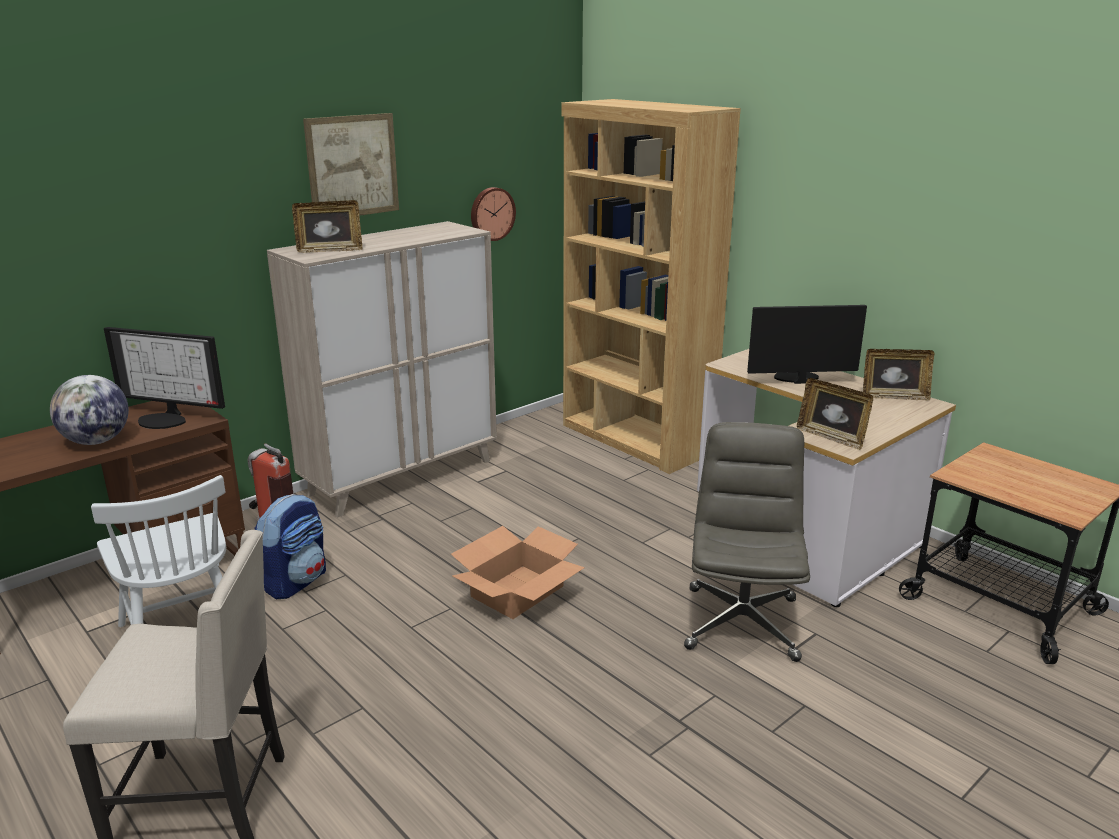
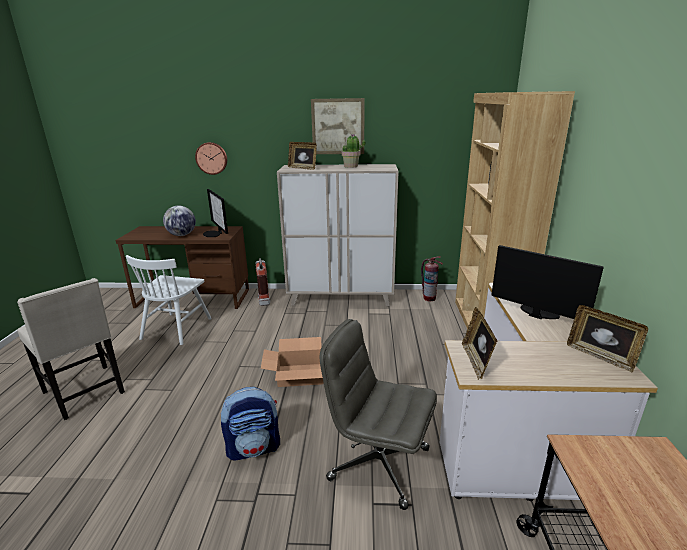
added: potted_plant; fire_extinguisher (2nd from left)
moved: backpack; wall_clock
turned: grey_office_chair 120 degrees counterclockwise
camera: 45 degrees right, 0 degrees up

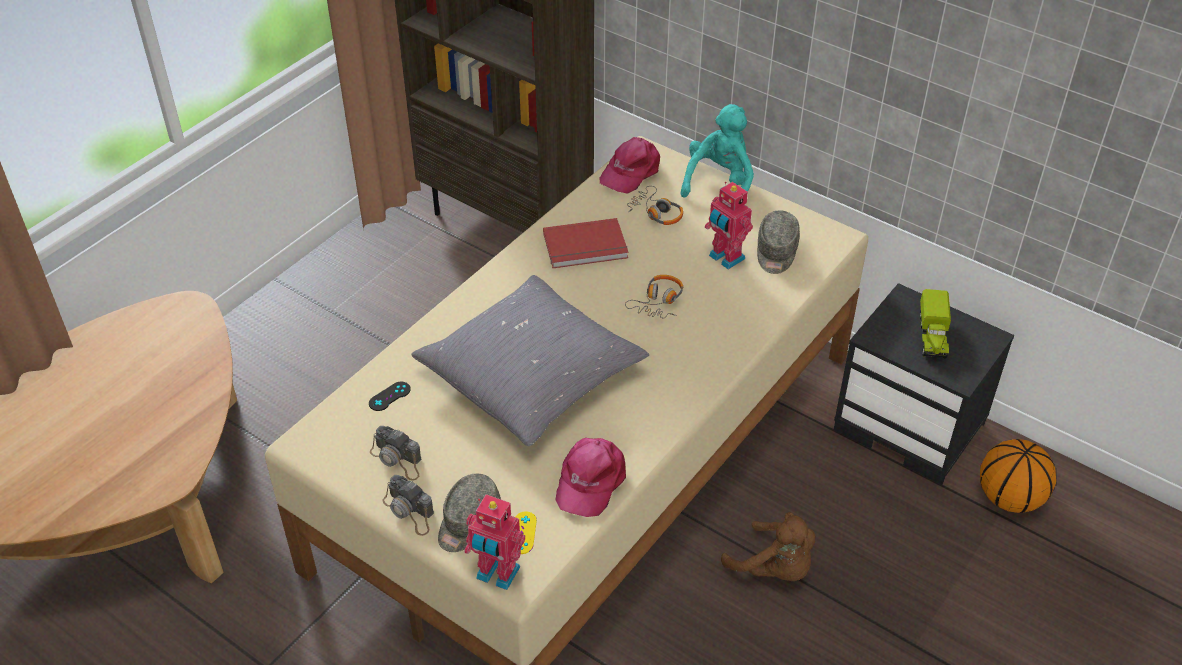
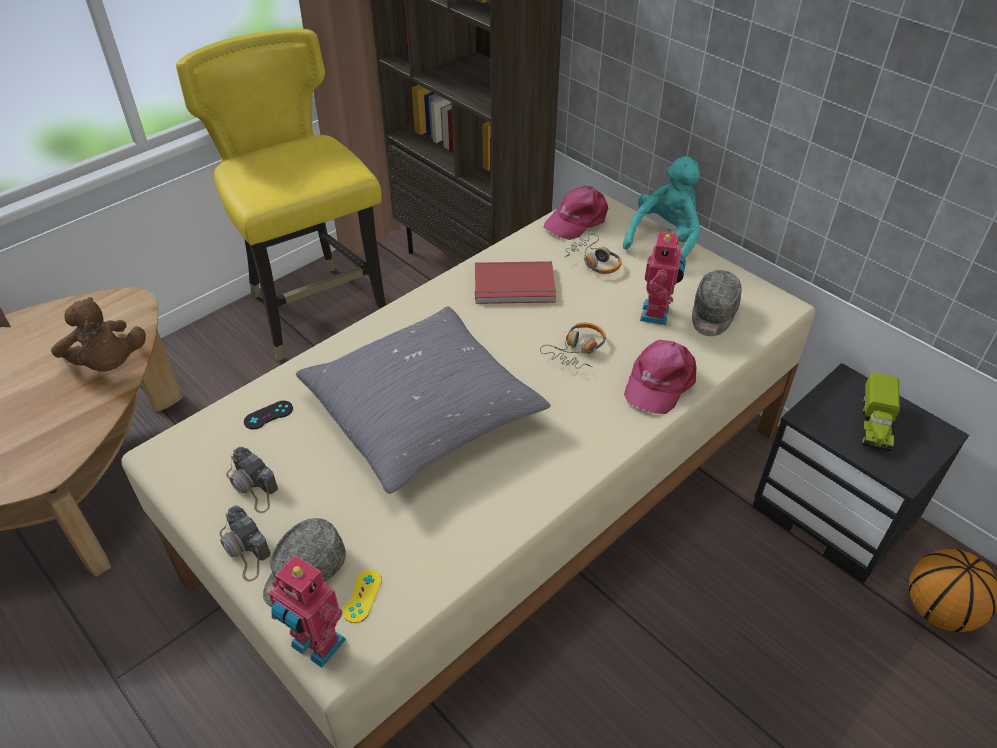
added: yellow_chair
moved: pink_cap (1st from left in the first image) to pink_cap (2nd from left); brown_plush_toy
turned: toy_robot (2nd from left) 135 degrees counterclockwise
camera: 10 degrees right, 0 degrees up

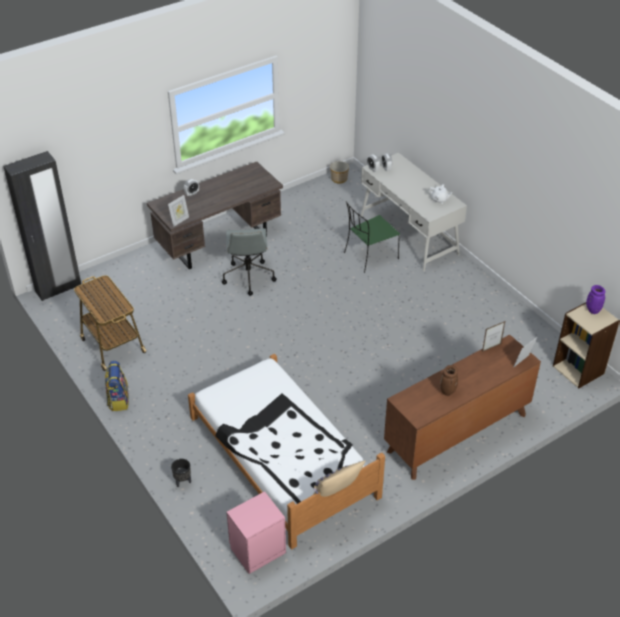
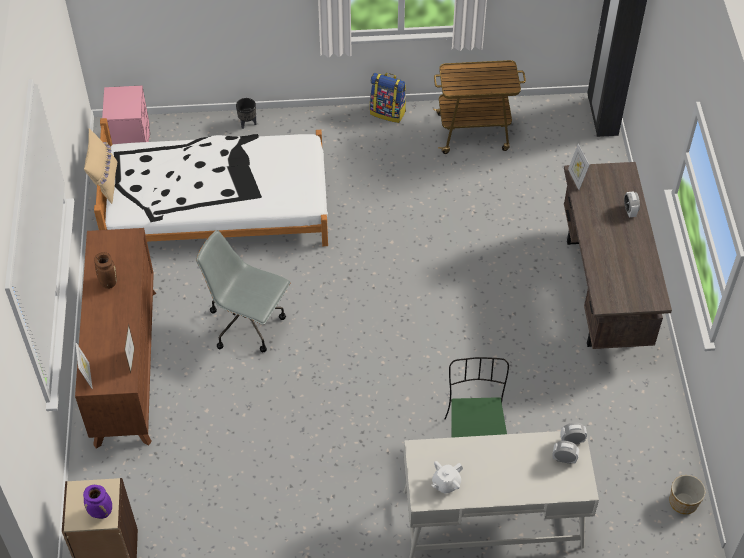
moved: grey_office_chair
camera: 120 degrees right, 10 degrees up

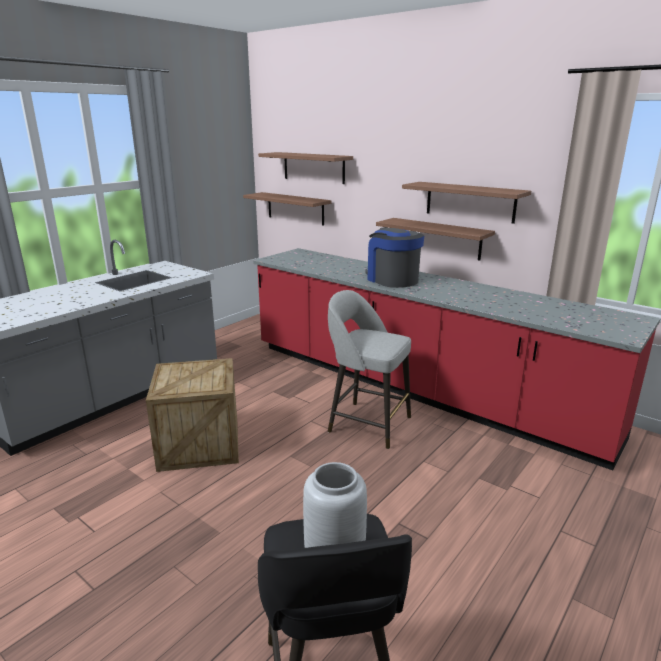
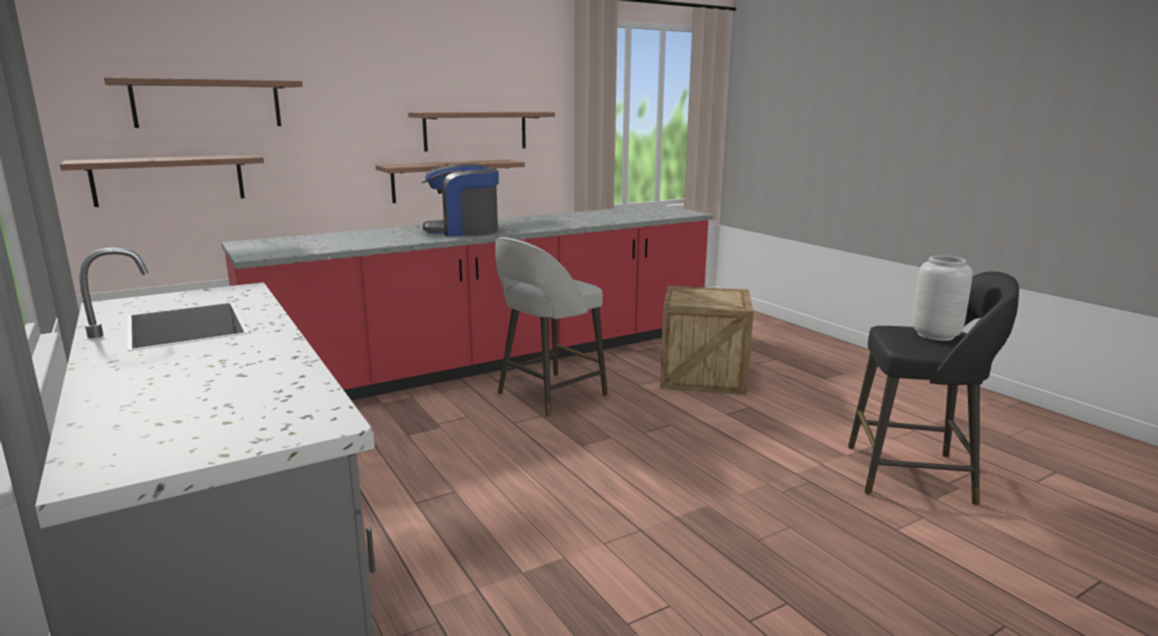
moved: crate
camera: 70 degrees left, 5 degrees down

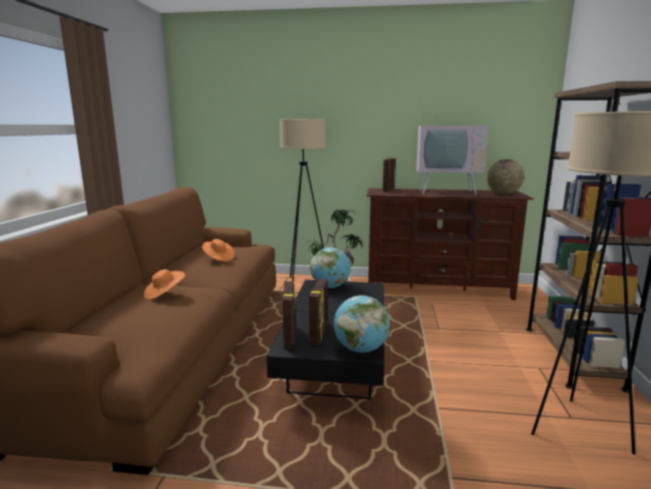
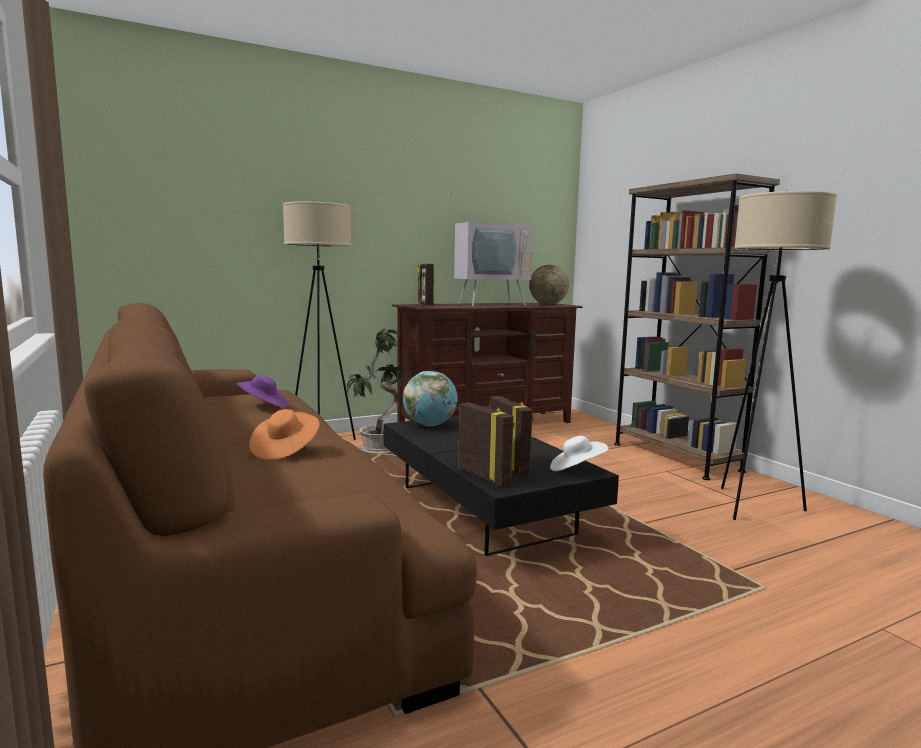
replaced: globe (2nd from left) to white_hat
recoloured: orange_hat (2nd from left) to purple_hat
camera: 35 degrees left, 5 degrees down

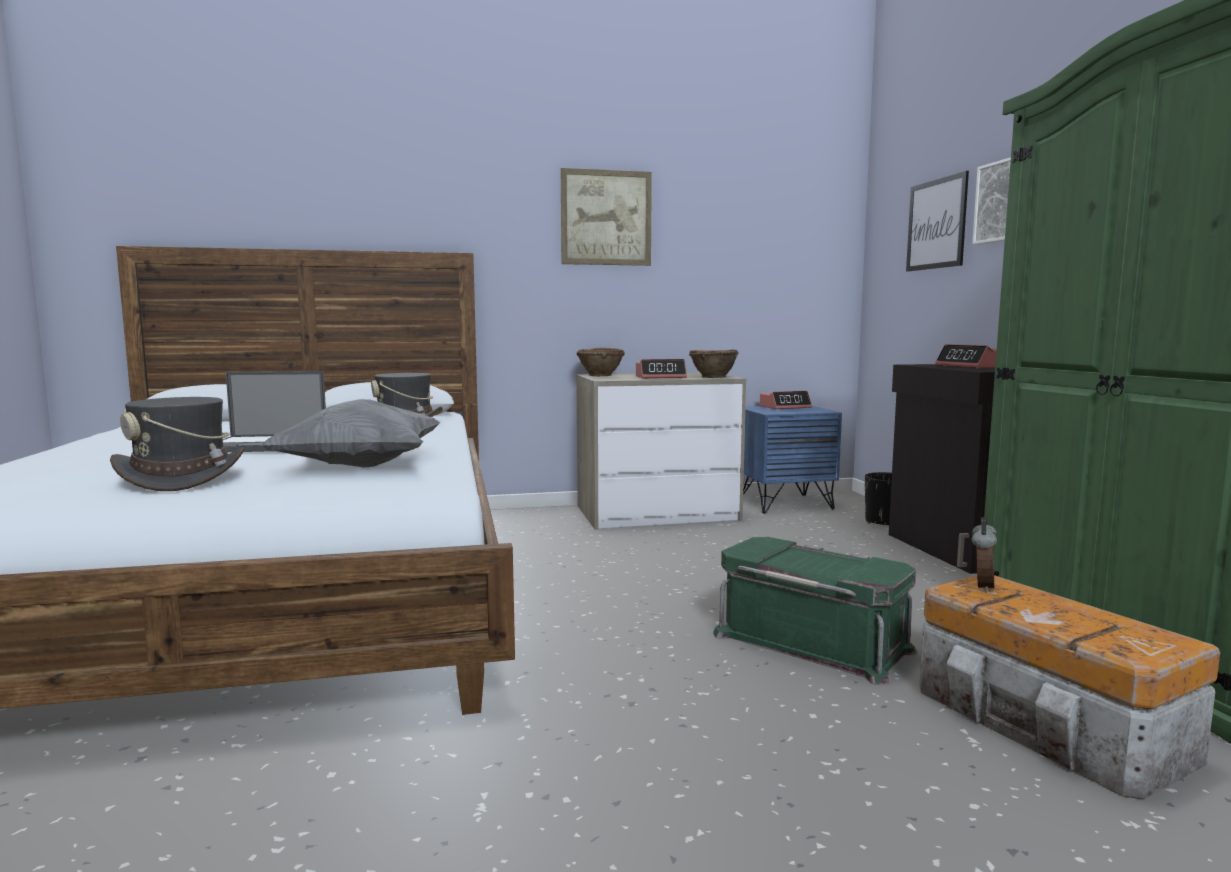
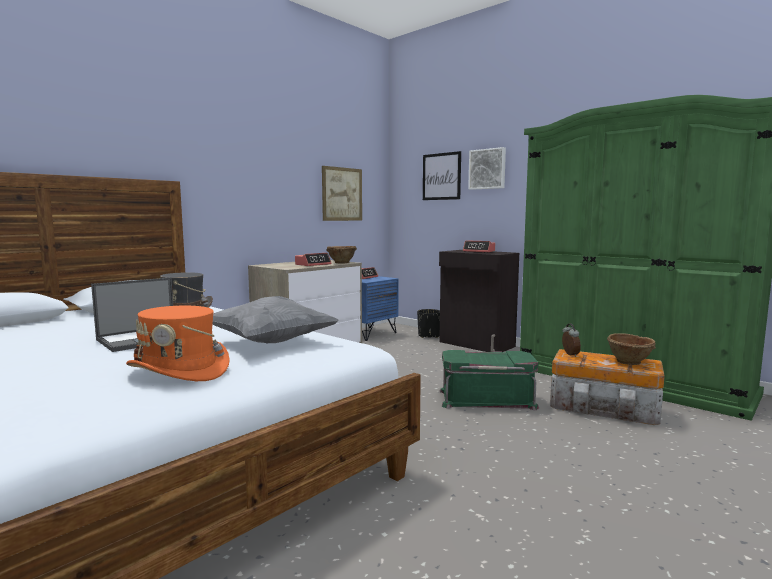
moved: picture (1st from left); brown_bowl (1st from left in the first image) to brown_bowl (2nd from left)
recoloured: grey_hat (1st from left) to orange_hat
camera: 35 degrees left, 0 degrees up

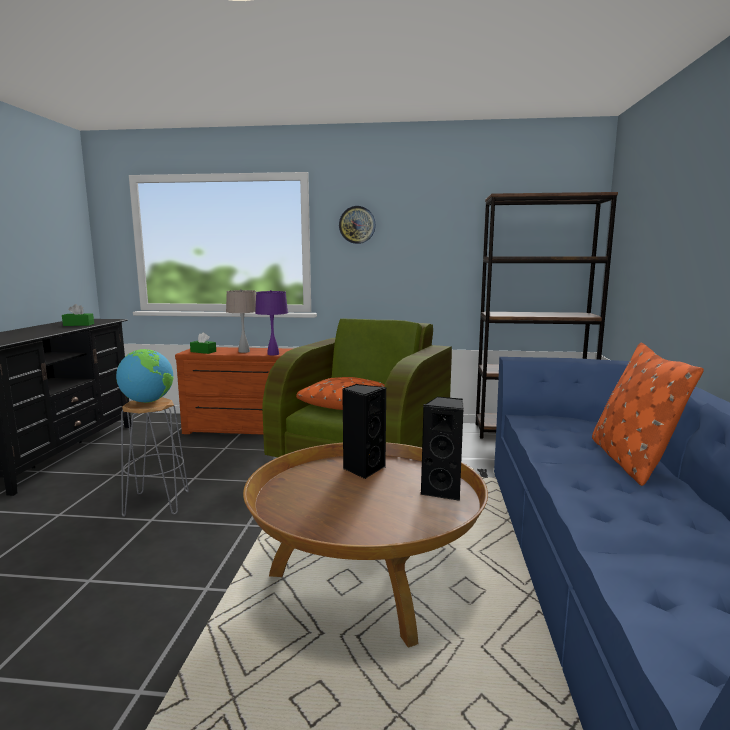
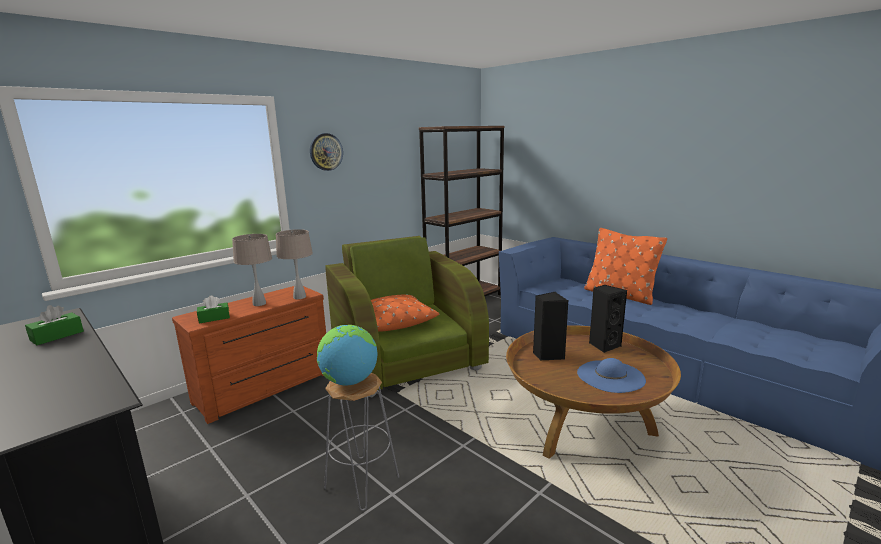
added: blue_hat
recoloured: purple_table_lamp to beige_table_lamp (2nd from left)
camera: 50 degrees left, 5 degrees up

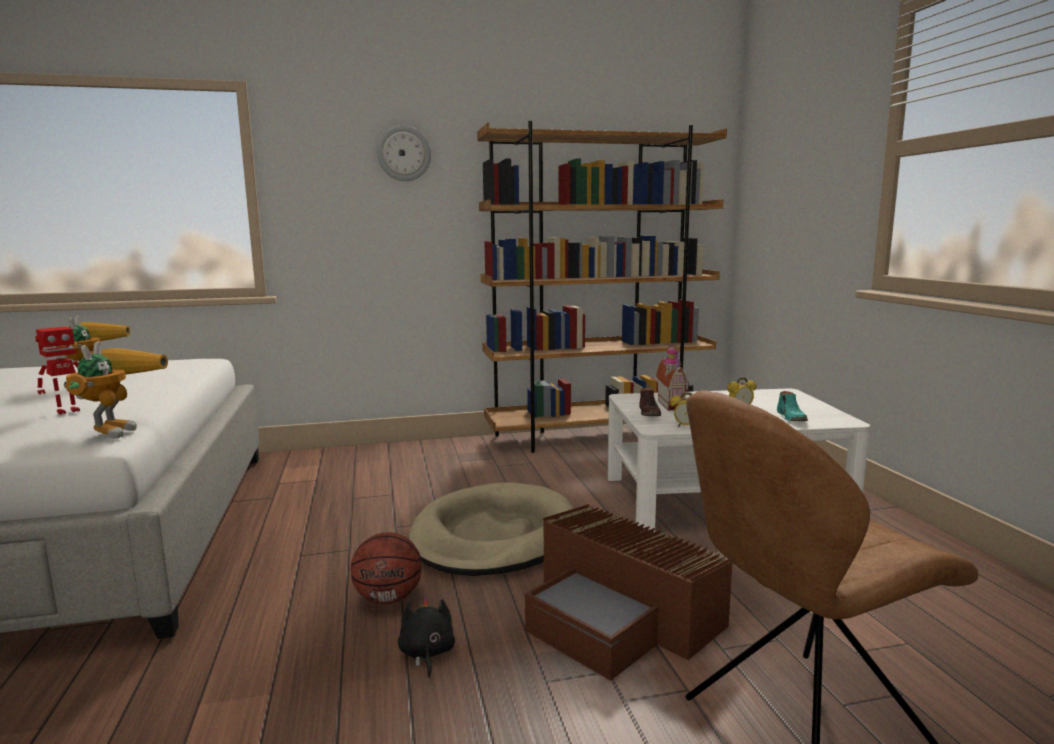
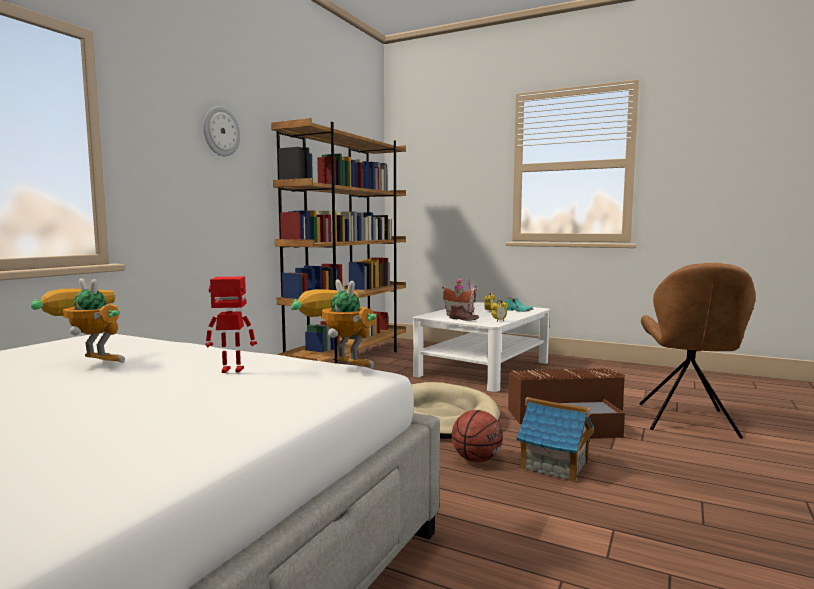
replaced: black_plush_toy to toy_house (2nd from left)
turned: toy_robot (1st from left in the first image) 90 degrees counterclockwise
camera: 50 degrees left, 5 degrees down

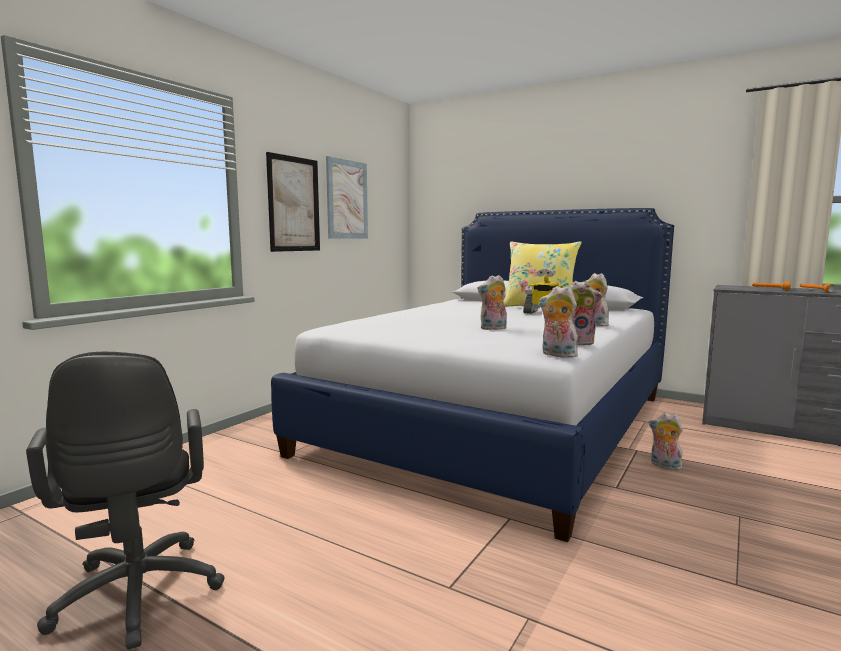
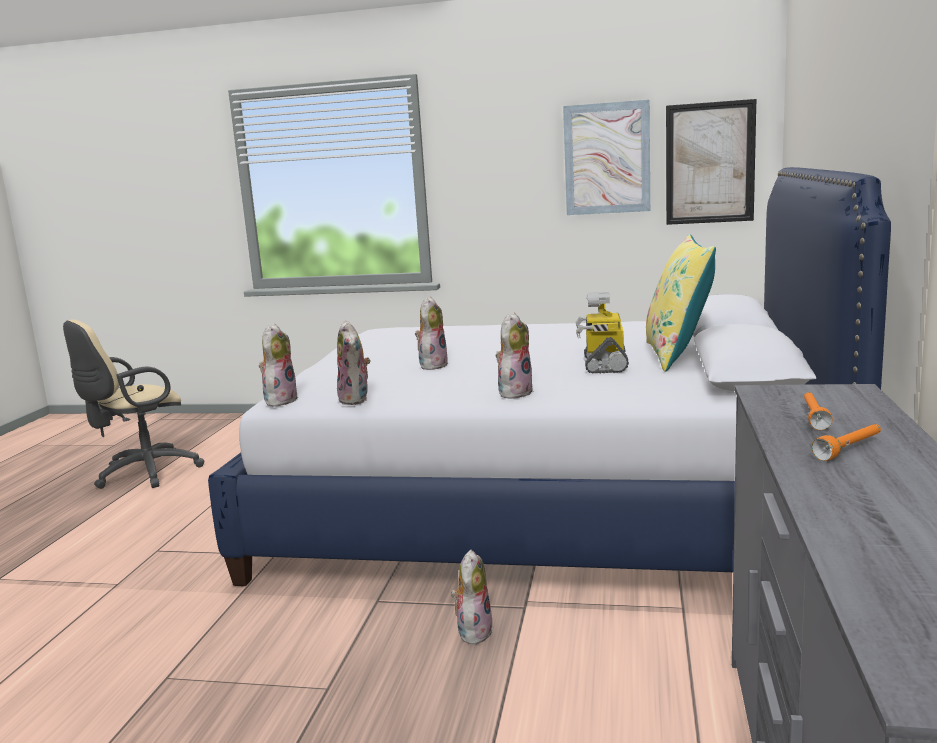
moved: picture (1st from left in the first image) to picture (2nd from left)
recoloured: black_office_chair to beige_office_chair
turned: plush_toy (1st from left in the first image) 60 degrees clockwise
camera: 70 degrees right, 5 degrees up

